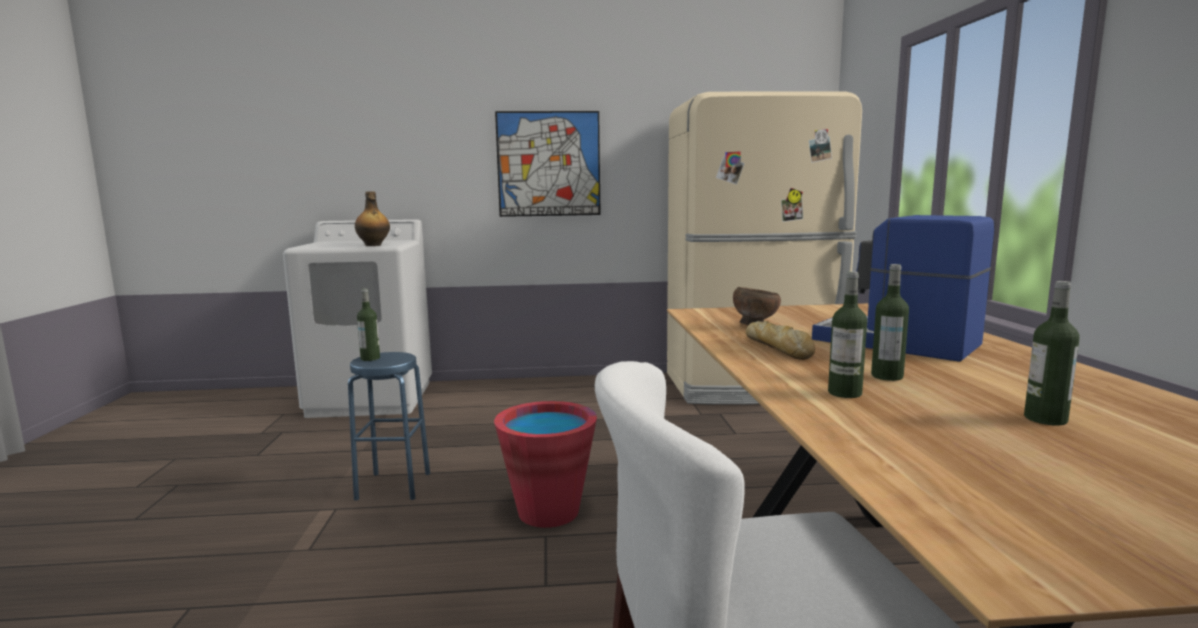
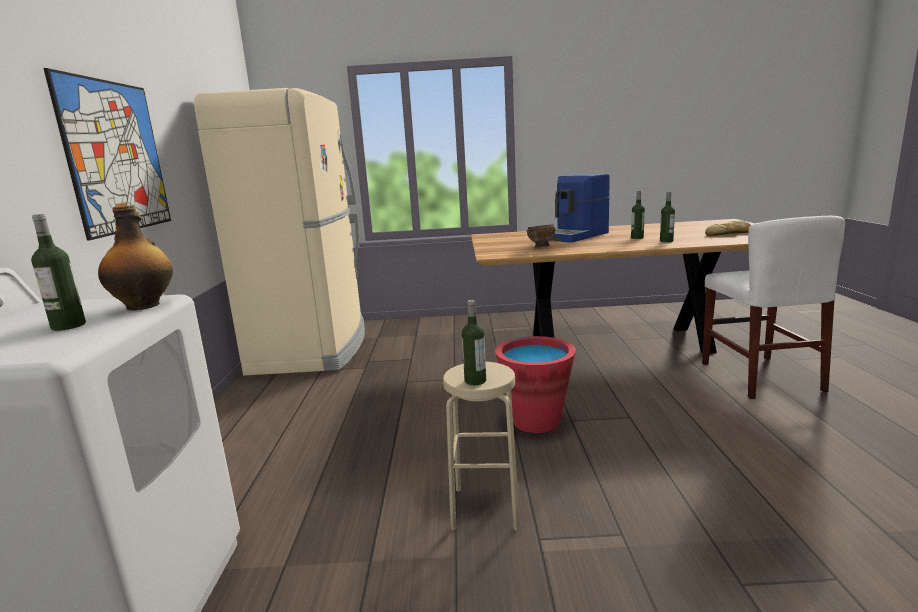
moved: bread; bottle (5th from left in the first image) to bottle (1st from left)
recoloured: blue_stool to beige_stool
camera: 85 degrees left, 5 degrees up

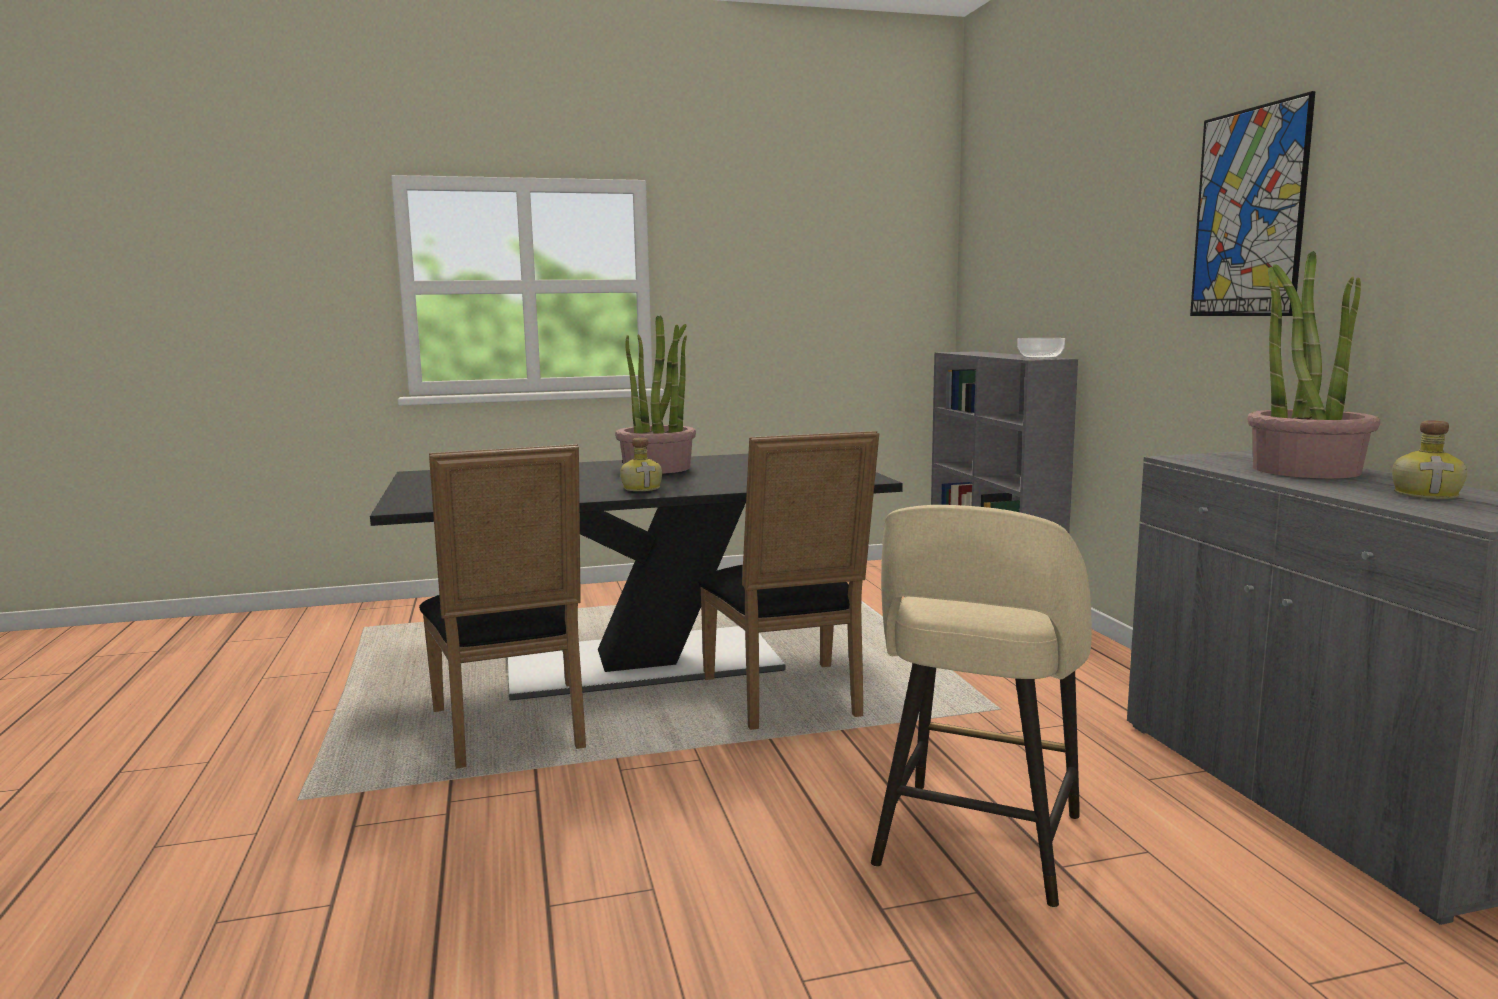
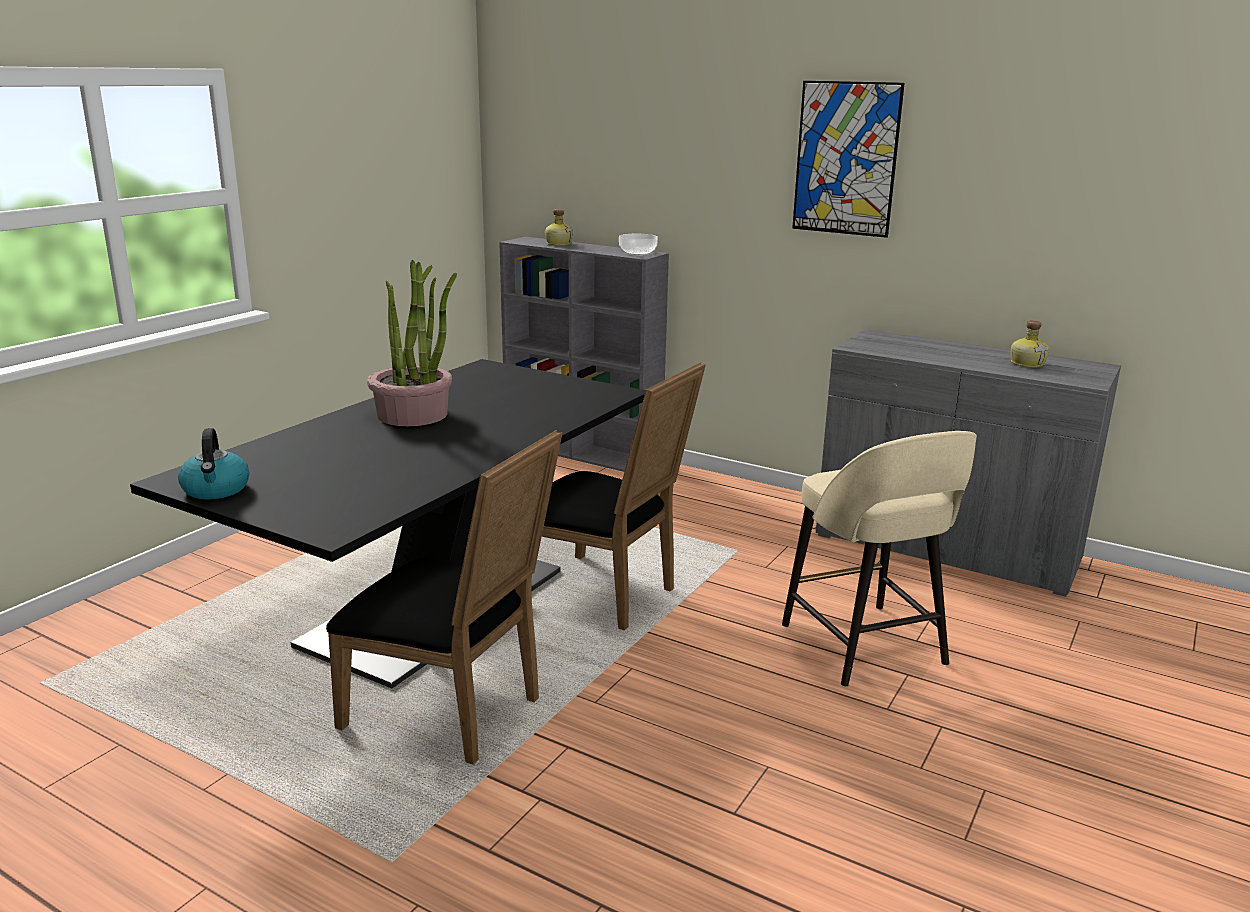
removed: potted_plant (2nd from left)
added: kettle
moved: bottle (1st from left)
camera: 45 degrees left, 10 degrees up

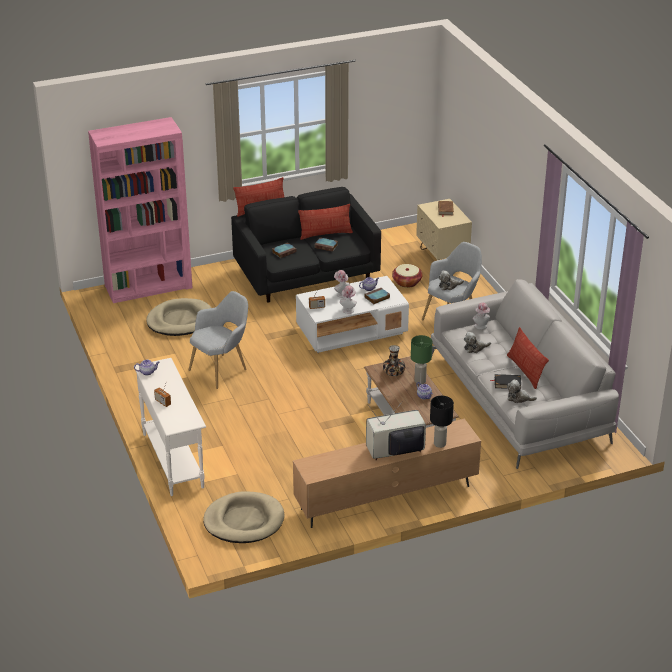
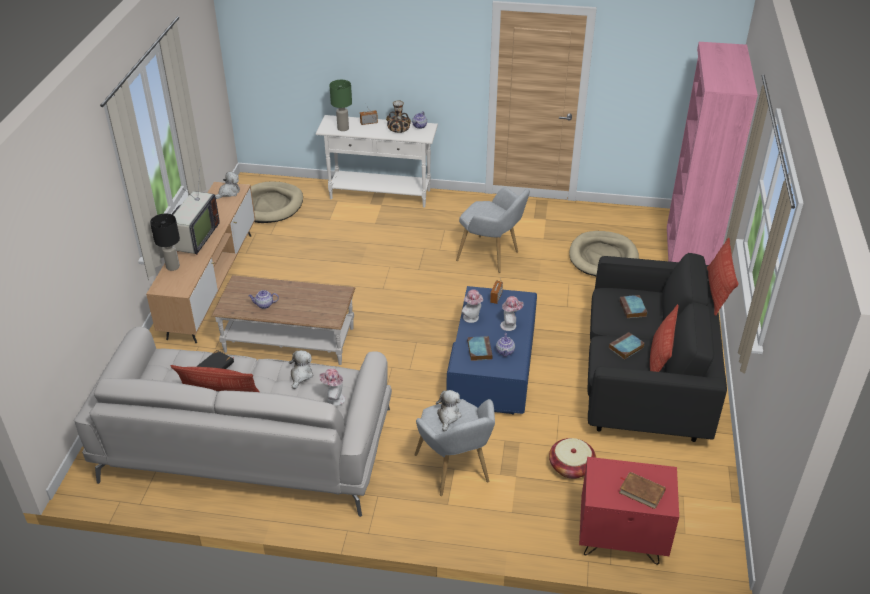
moved: vase; green_table_lamp; plush_toy (3rd from left in the first image) to plush_toy (1st from left)
recoloured: white_coffee_table to blue_coffee_table; beige_nightstand to red_nightstand
turned: grey_armchair (1st from left in the first image) 45 degrees counterclockwise
camera: 120 degrees right, 5 degrees up

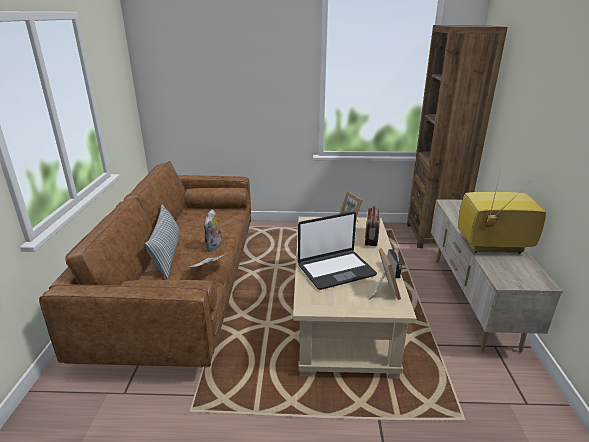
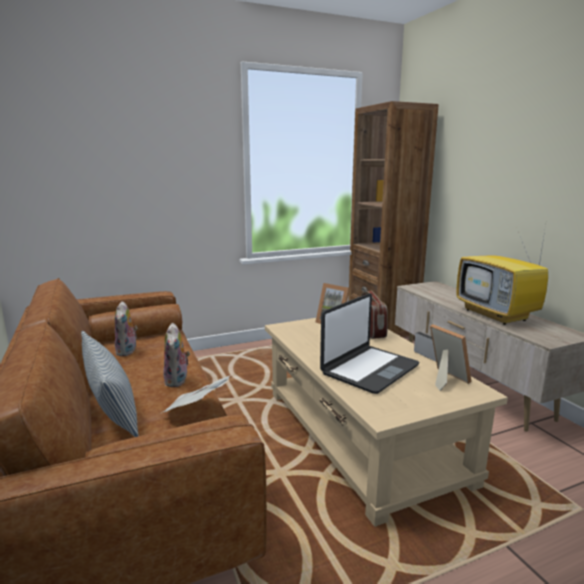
added: plush_toy (1st from left)
turned: television 90 degrees counterclockwise
camera: 25 degrees left, 10 degrees down

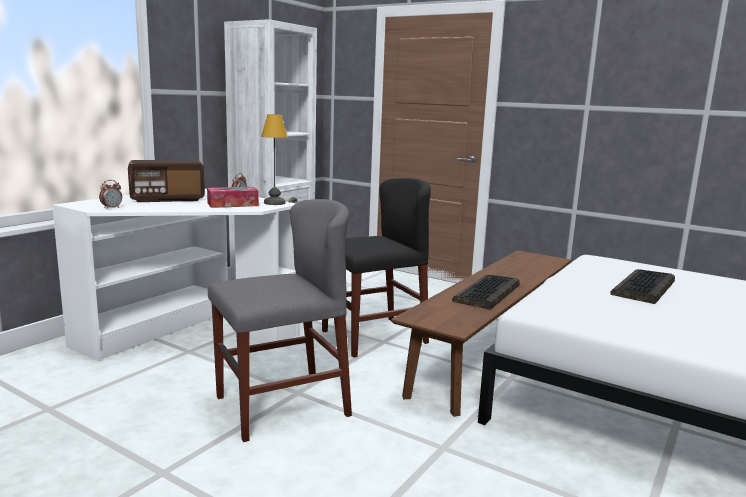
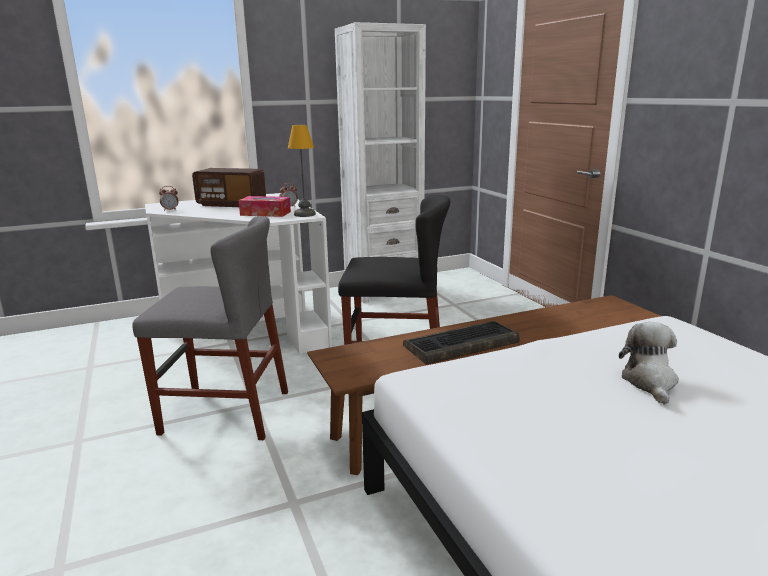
replaced: keyboard (2nd from left) to plush_toy
camera: 35 degrees right, 5 degrees up

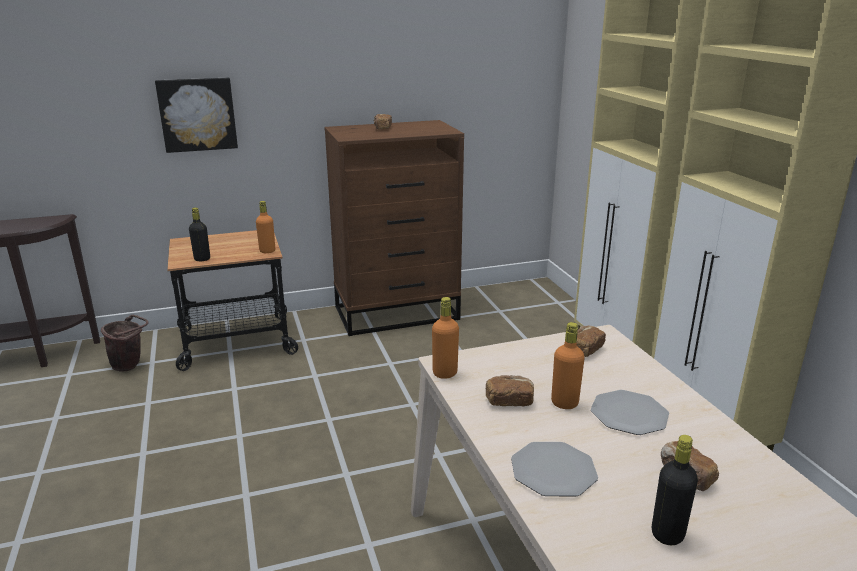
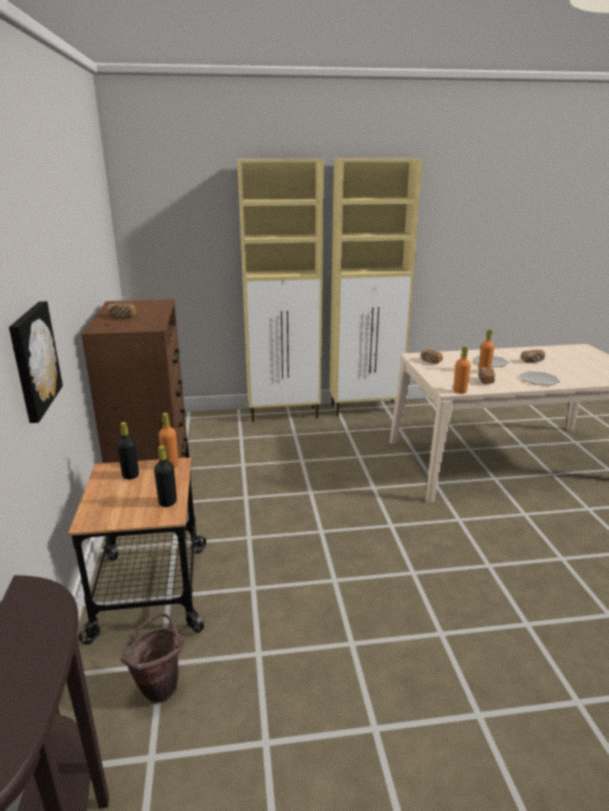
moved: black_bottle (2nd from left in the first image) to black_bottle (1st from left)
camera: 80 degrees left, 0 degrees up

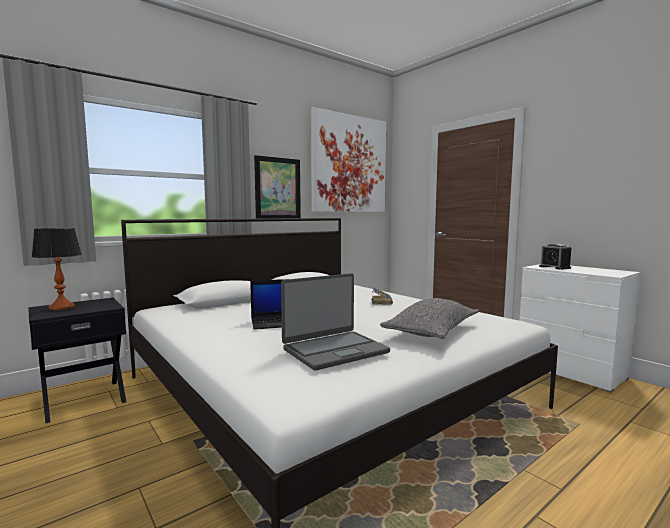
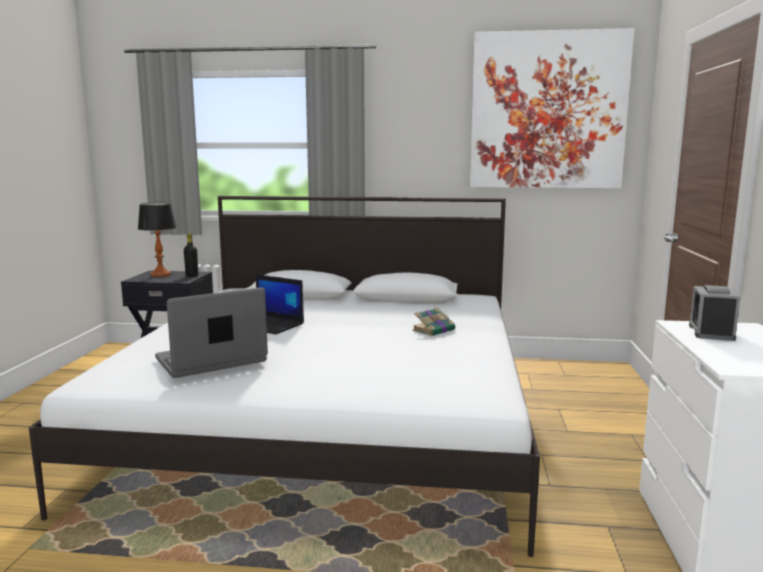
removed: picture (1st from left); grey_pillow
added: black_bottle
turned: laptop (2nd from left in the first image) 135 degrees clockwise
camera: 45 degrees right, 5 degrees up

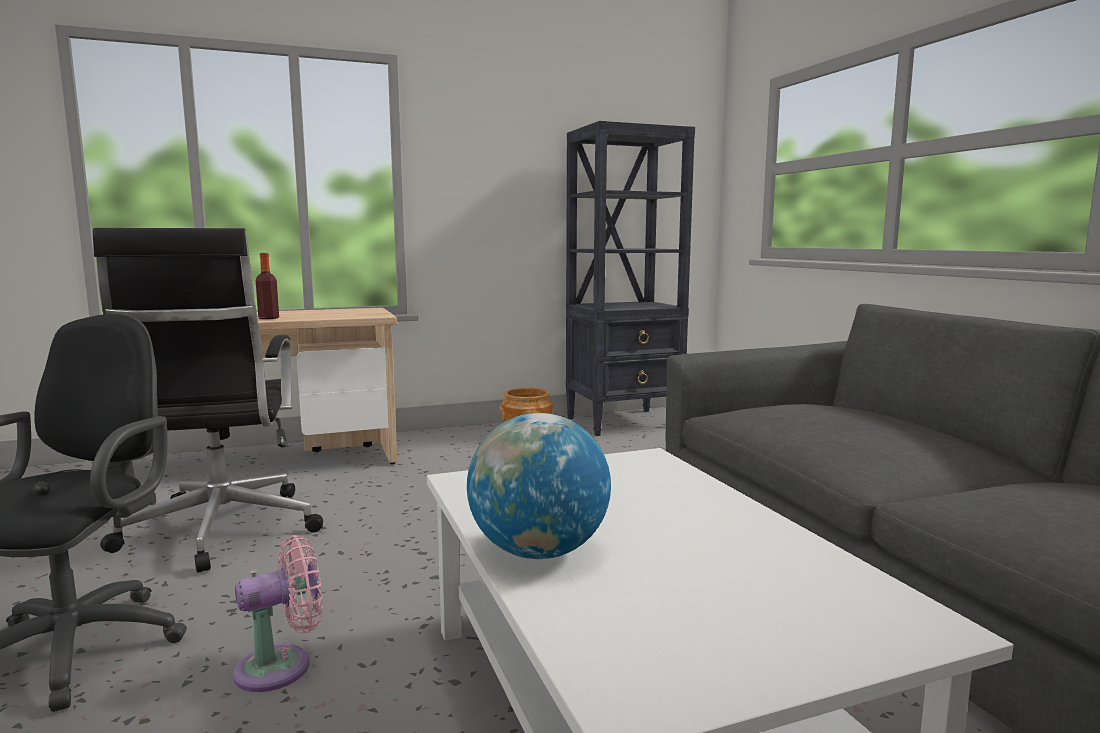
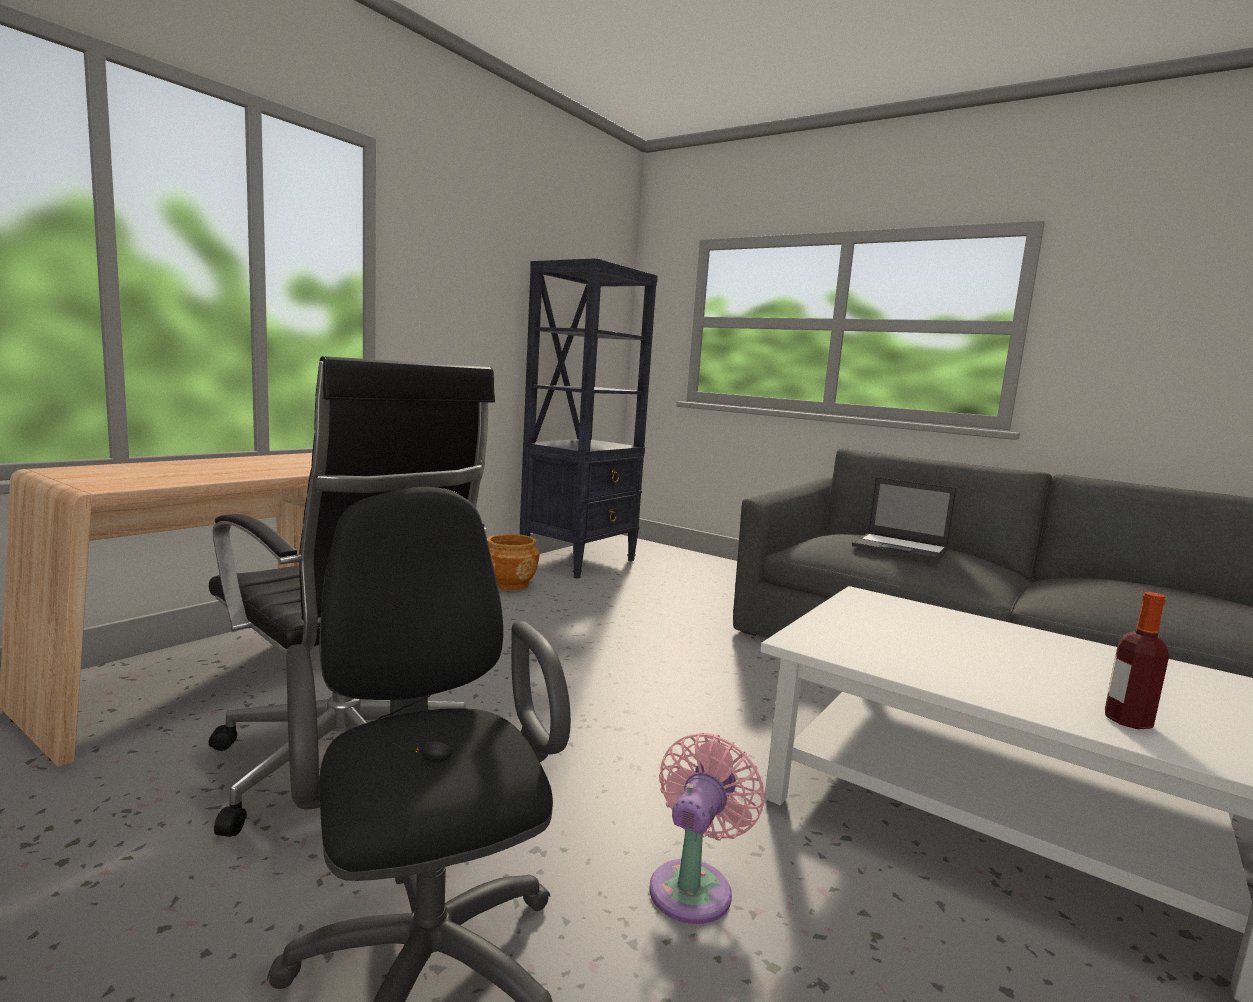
removed: globe
added: laptop
moved: bottle
camera: 35 degrees left, 0 degrees up

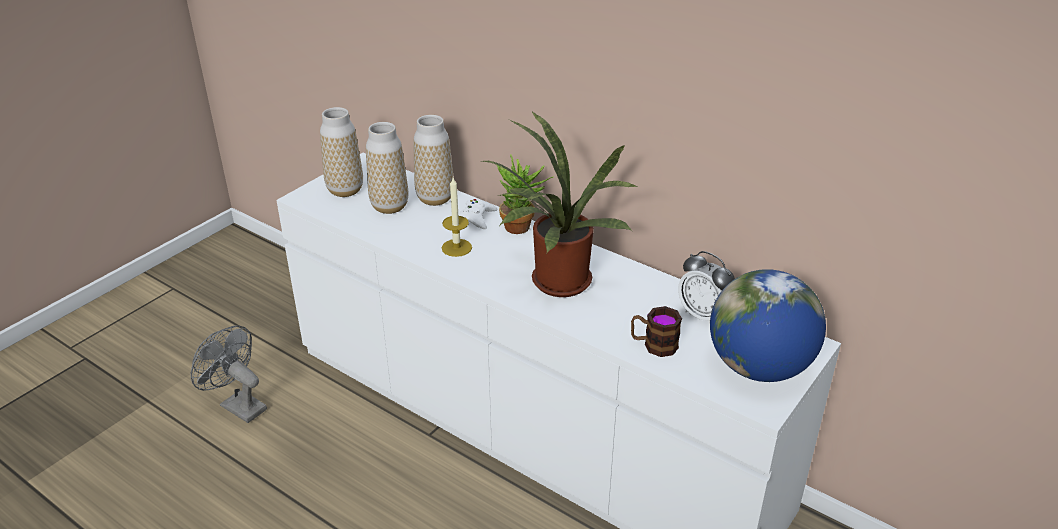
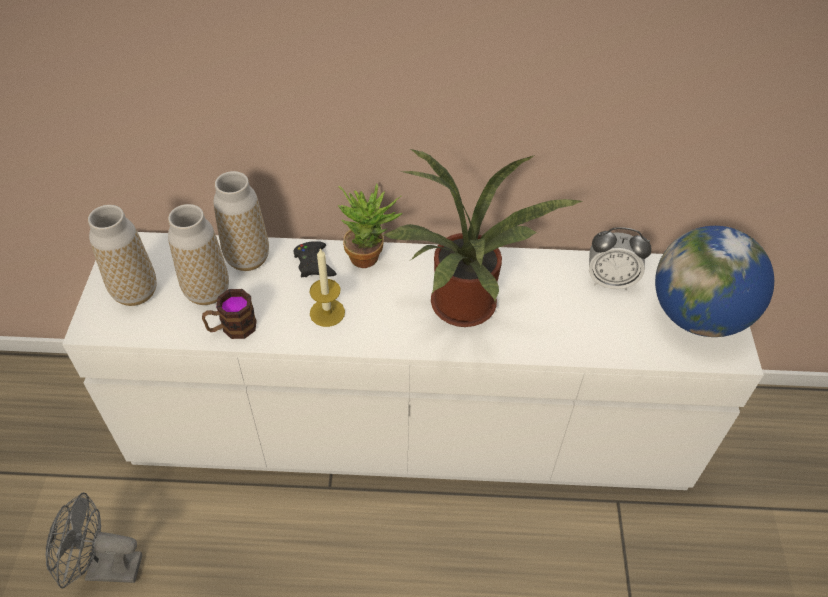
moved: mug
recoloured: white_game_controller to black_game_controller
camera: 35 degrees left, 15 degrees up

